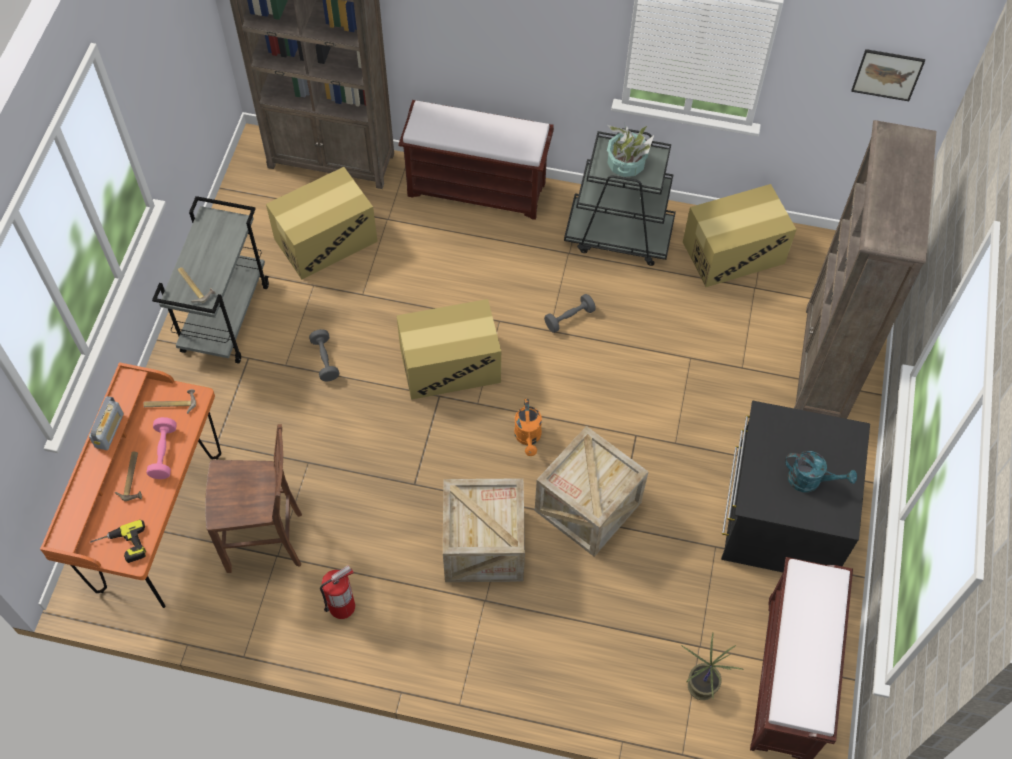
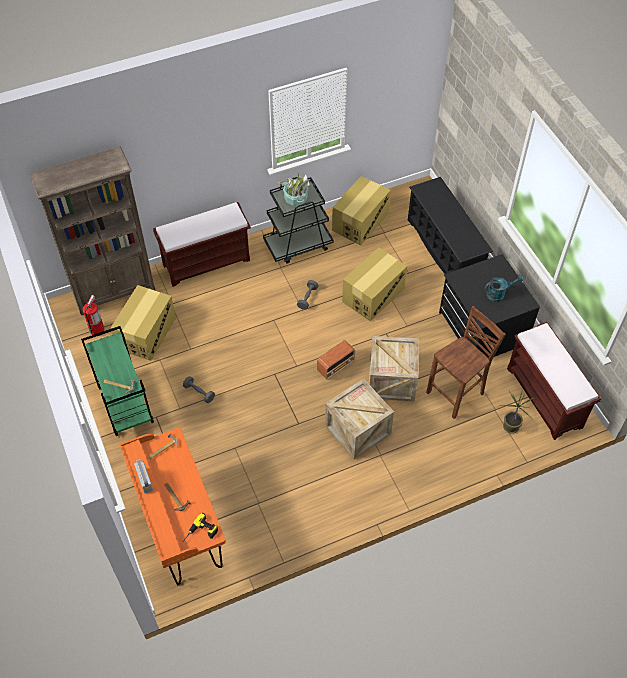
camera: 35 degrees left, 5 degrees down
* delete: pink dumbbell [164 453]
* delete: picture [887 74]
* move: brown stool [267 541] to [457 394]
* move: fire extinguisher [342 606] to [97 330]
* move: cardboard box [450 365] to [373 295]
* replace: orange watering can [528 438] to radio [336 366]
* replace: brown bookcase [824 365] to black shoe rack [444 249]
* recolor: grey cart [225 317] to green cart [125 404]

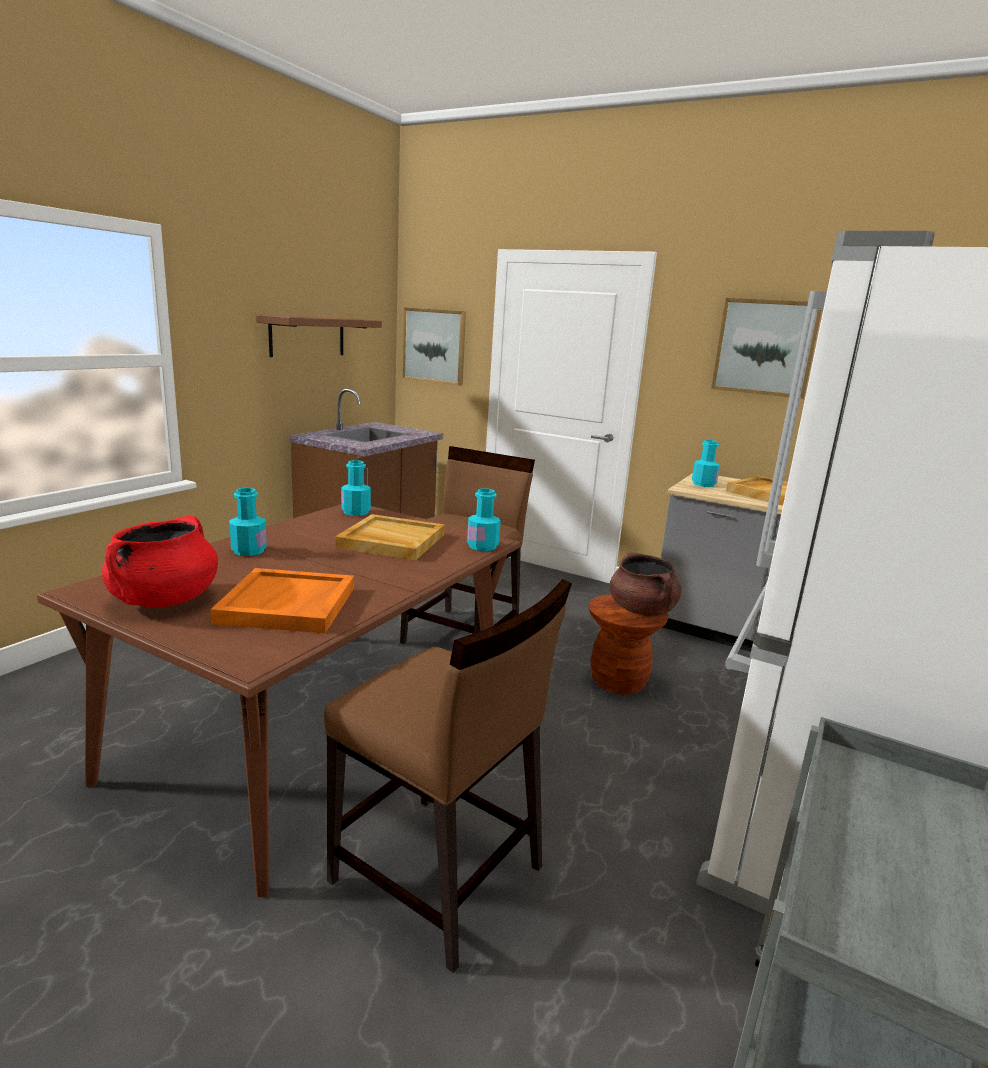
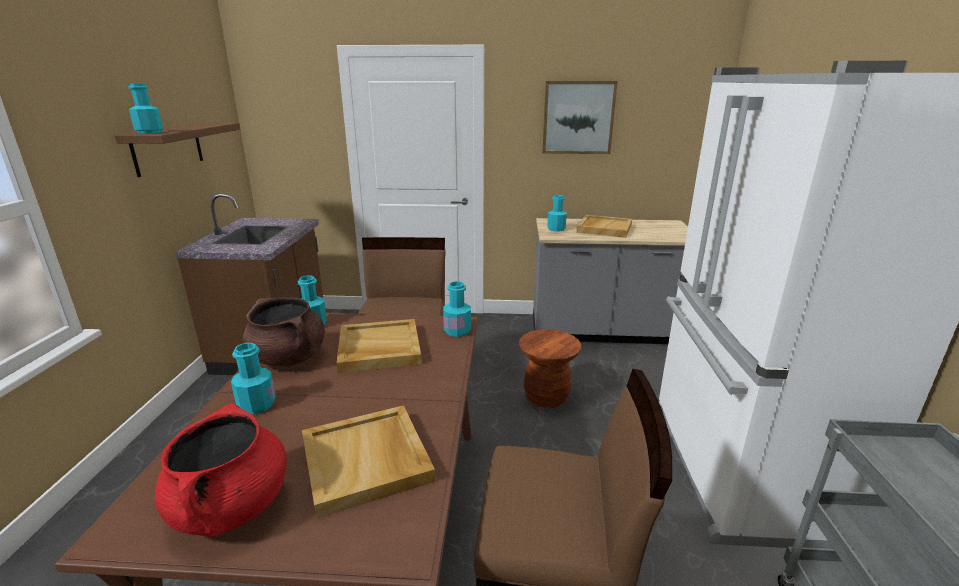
camera: 25 degrees left, 5 degrees up
* delete: picture [434 346]
* insert: turquoise bottle [149 132]
* move: brown cooking pot [642 610] to [289 358]
* recolor: orange tray [288 605] to beige tray [367 461]

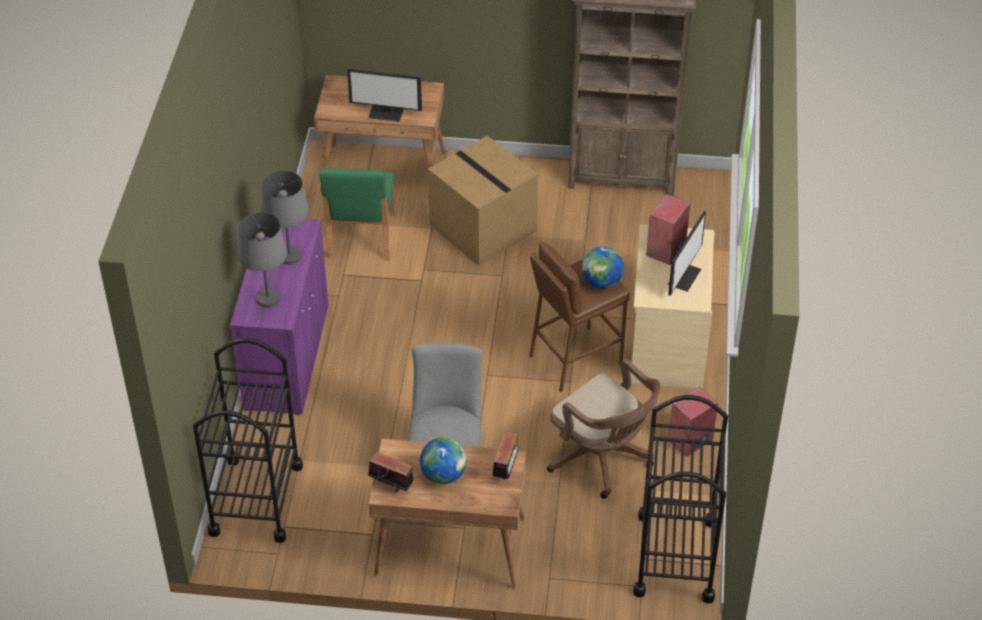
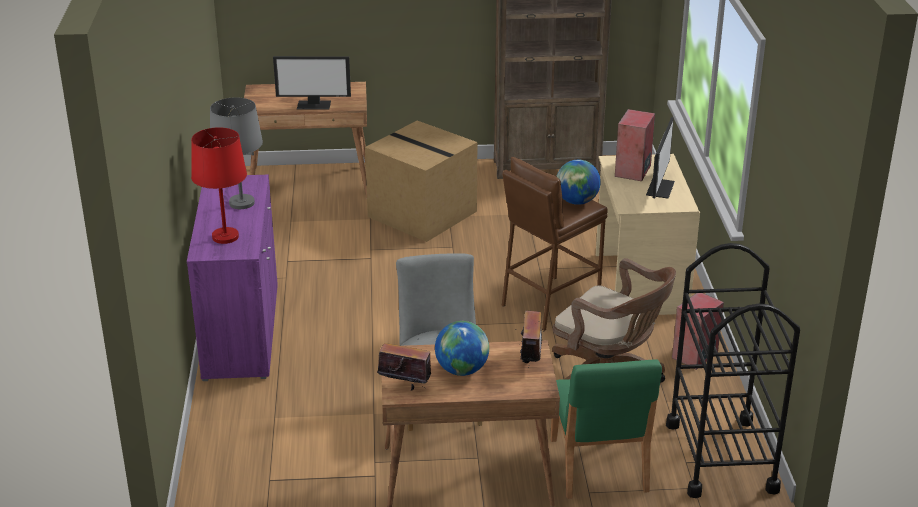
camera: 10 degrees left, 15 degrees down
* delete: black cart [256 499]
* move: green chair [361 236] to [598 466]
* recolor: grey table lamp [268 298] to red table lamp [226 237]

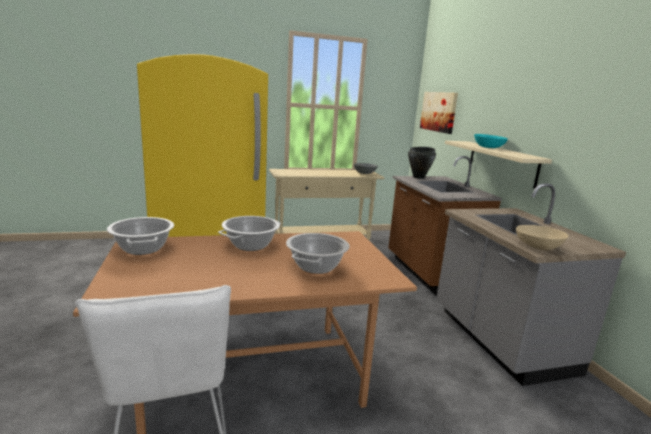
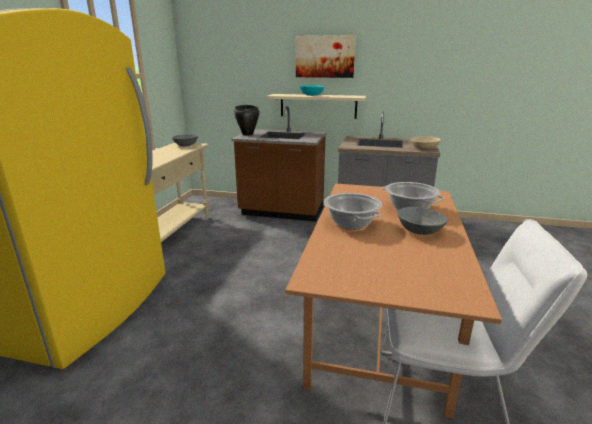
camera: 60 degrees left, 5 degrees up
* delete: cooking pot [142 248]
* insert: grey bowl [419 231]
* move: picture [439 111] to [325 57]

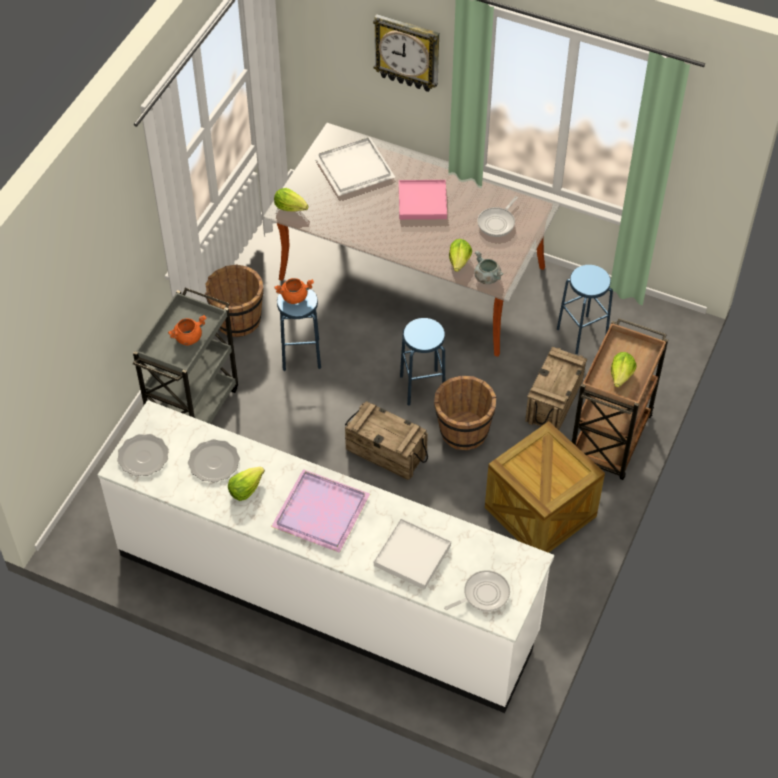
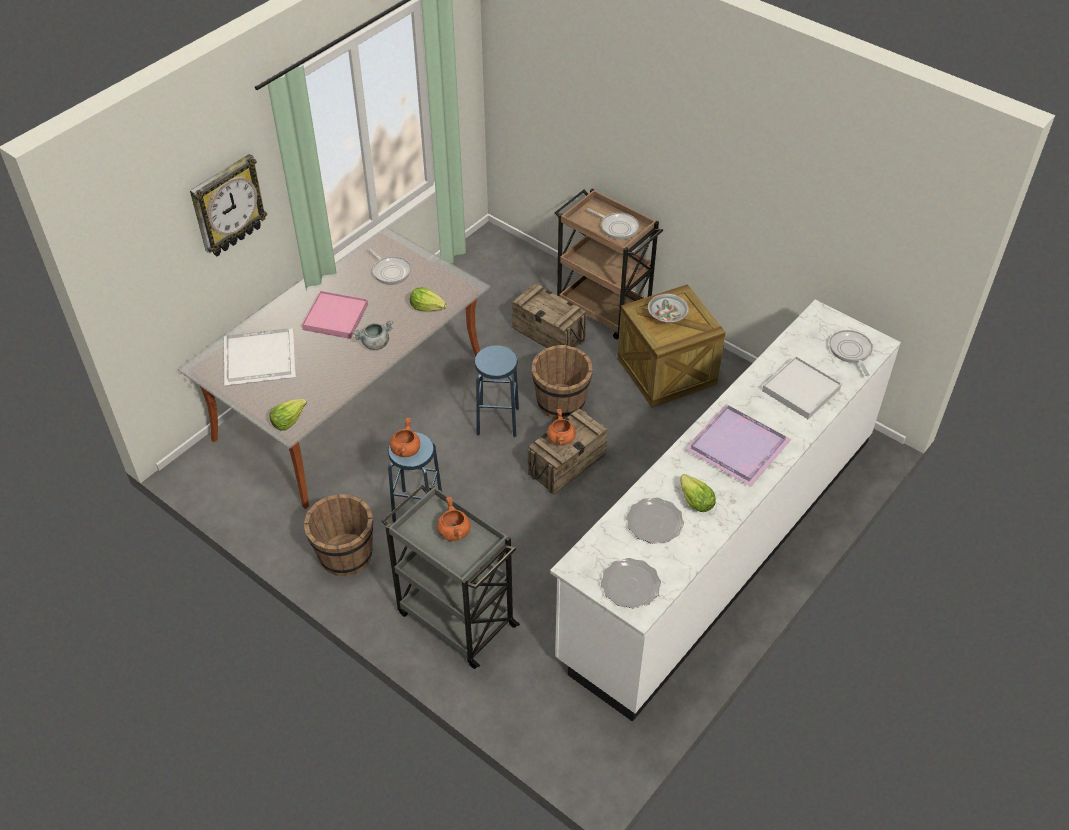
camera: 75 degrees left, 5 degrees down
* delete: blue stool [582 334]
* insert: orange cooking pot [561 439]
* insert: bowl [667 316]
* move: grey cooking pot [487 277] to [375 344]
* replace: lettuce [621 375] to frying pan [617 227]

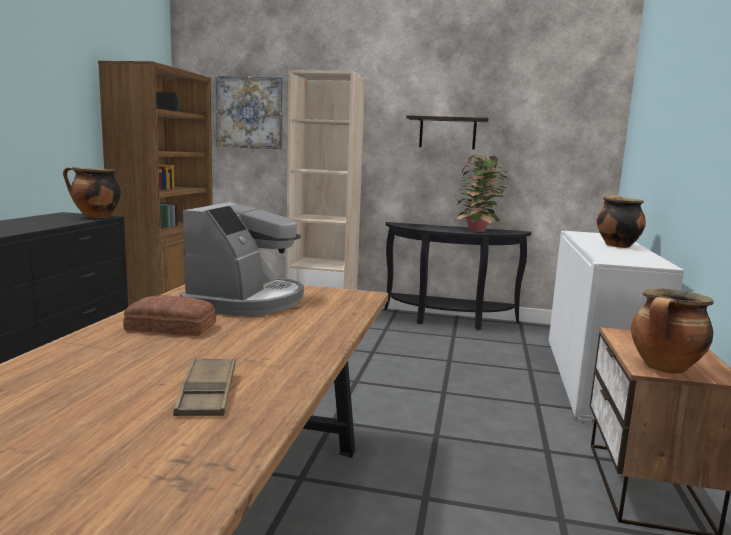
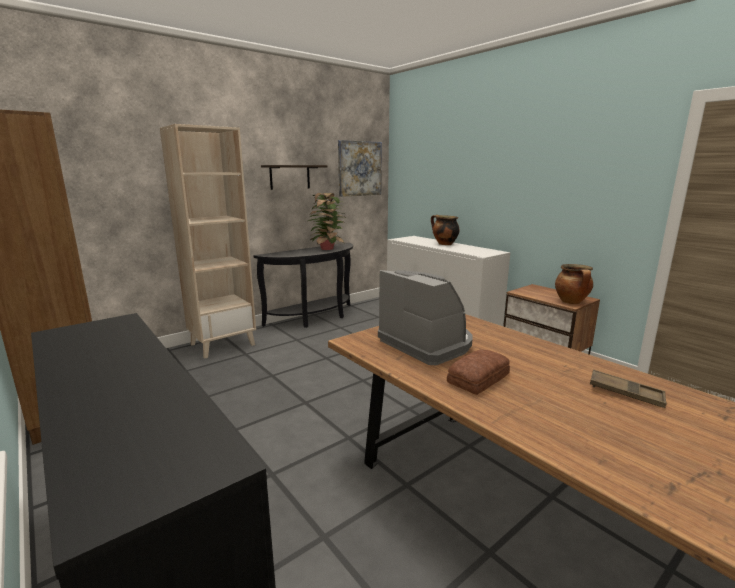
camera: 50 degrees left, 5 degrees up
* delete: cooking pot [95 217]
* move: picture [250 112] to [359 168]

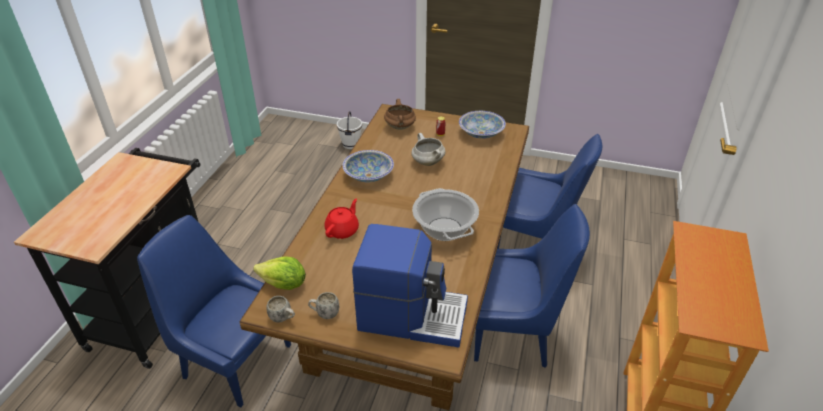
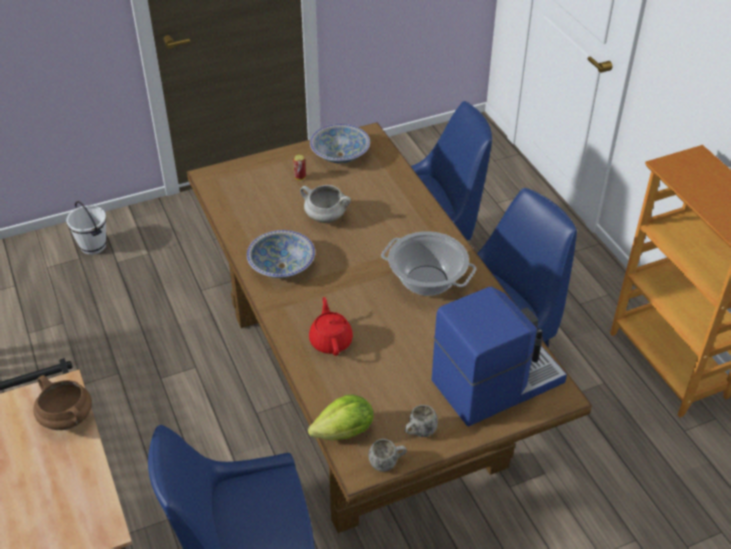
camera: 40 degrees left, 5 degrees up
* move: brown cooking pot [400 127] to [68 419]

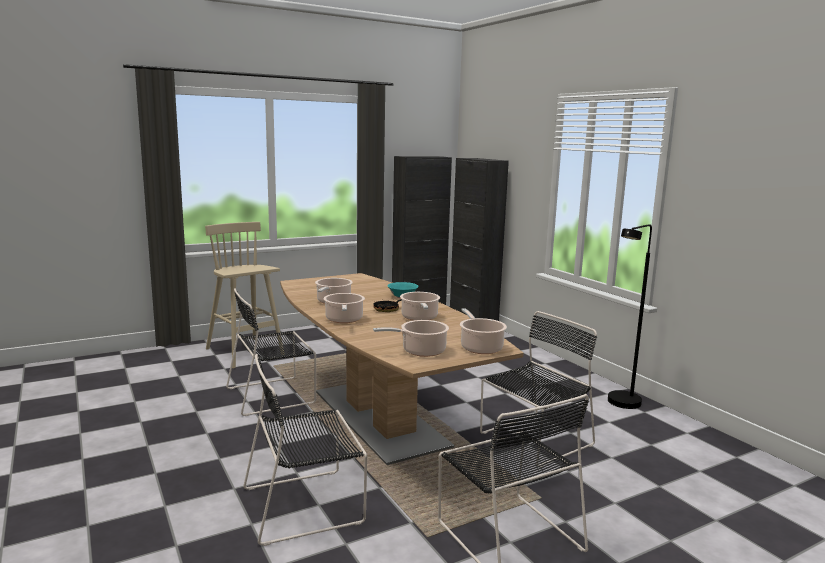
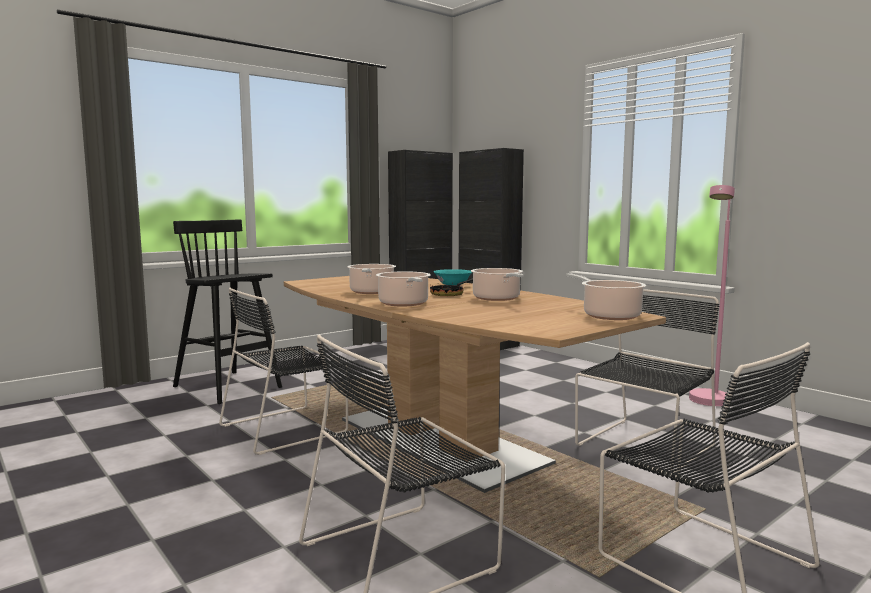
camera: 10 degrees left, 5 degrees down
* delete: cooking pot [420 351]
* recolor: beige stool [245 353] to black stool [228 387]
* recolor: black floor lamp [621 405] to pink floor lamp [709 403]

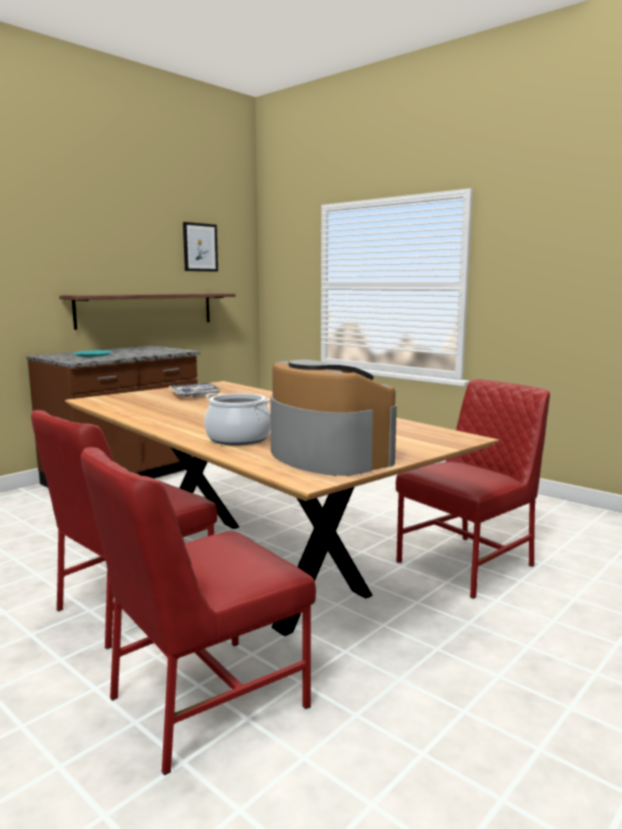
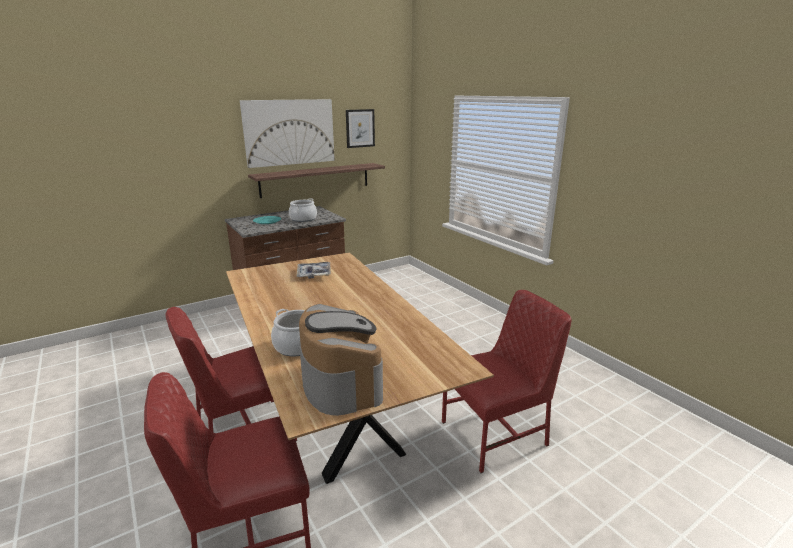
camera: 15 degrees right, 10 degrees up
* insert: picture [289 132]
* insert: cooking pot [303 219]

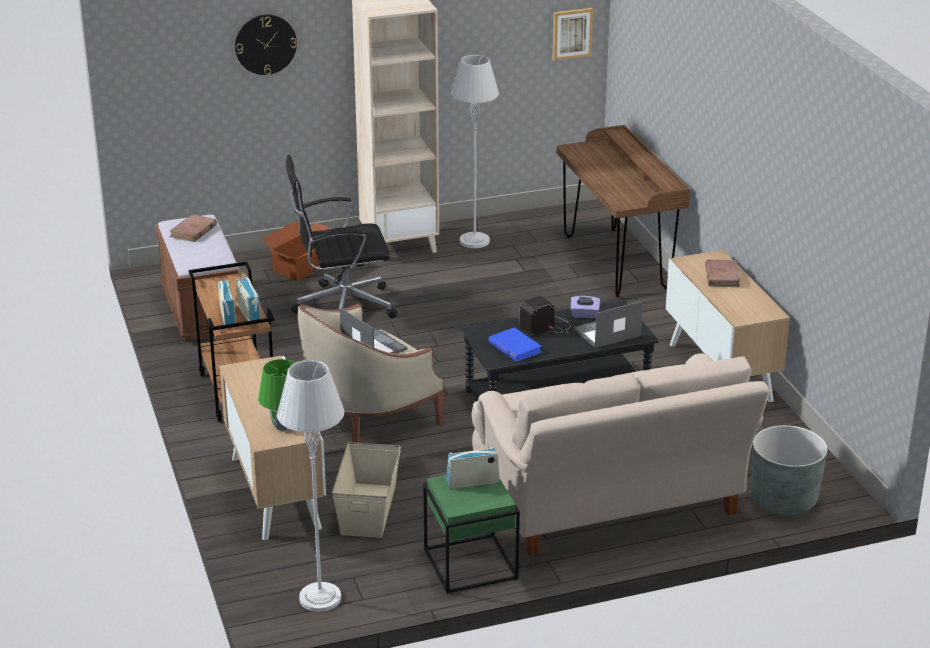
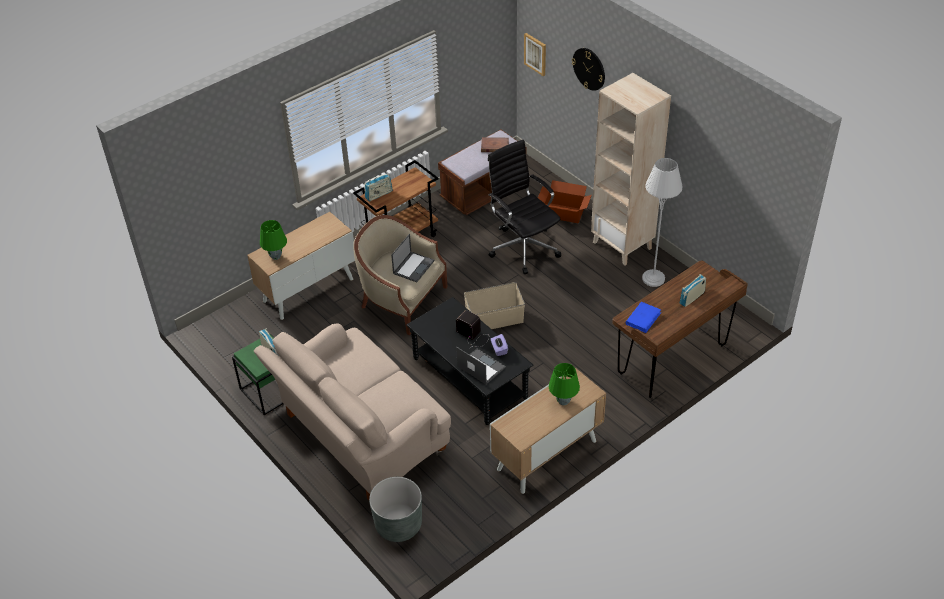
camera: 70 degrees right, 15 degrees up
* delete: grey floor lamp [320 598]
* move: radio [249 314] to [692 298]
* move: beige storage box [369 509] to [495 319]
* move: blue book [514 347] to [643 318]
* move: picture [572 33] to [535 54]
* replace: brown book [722 276] to green table lamp [563 401]

